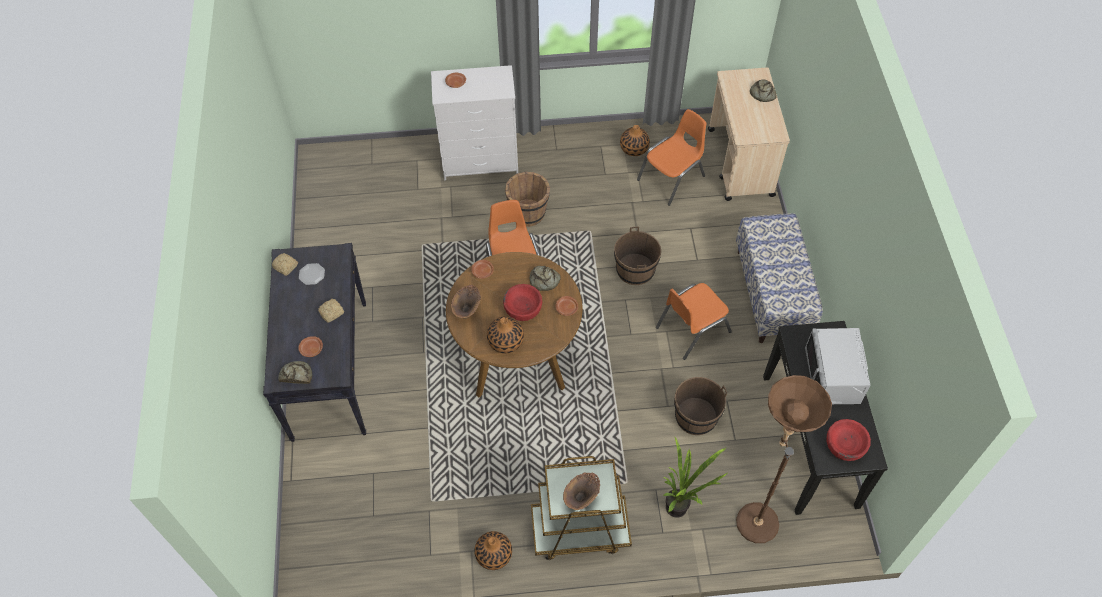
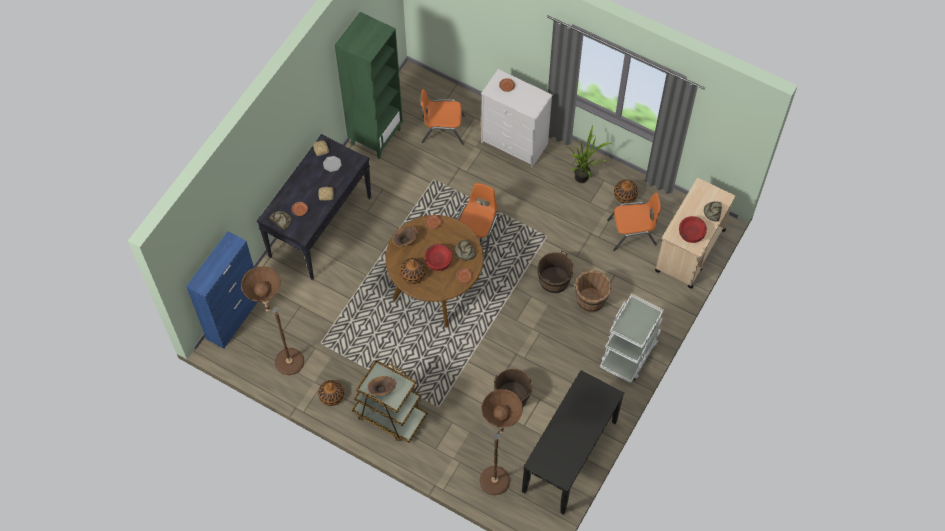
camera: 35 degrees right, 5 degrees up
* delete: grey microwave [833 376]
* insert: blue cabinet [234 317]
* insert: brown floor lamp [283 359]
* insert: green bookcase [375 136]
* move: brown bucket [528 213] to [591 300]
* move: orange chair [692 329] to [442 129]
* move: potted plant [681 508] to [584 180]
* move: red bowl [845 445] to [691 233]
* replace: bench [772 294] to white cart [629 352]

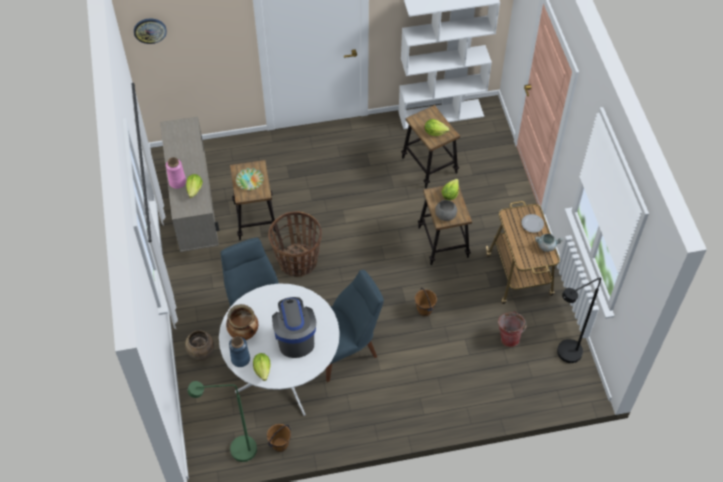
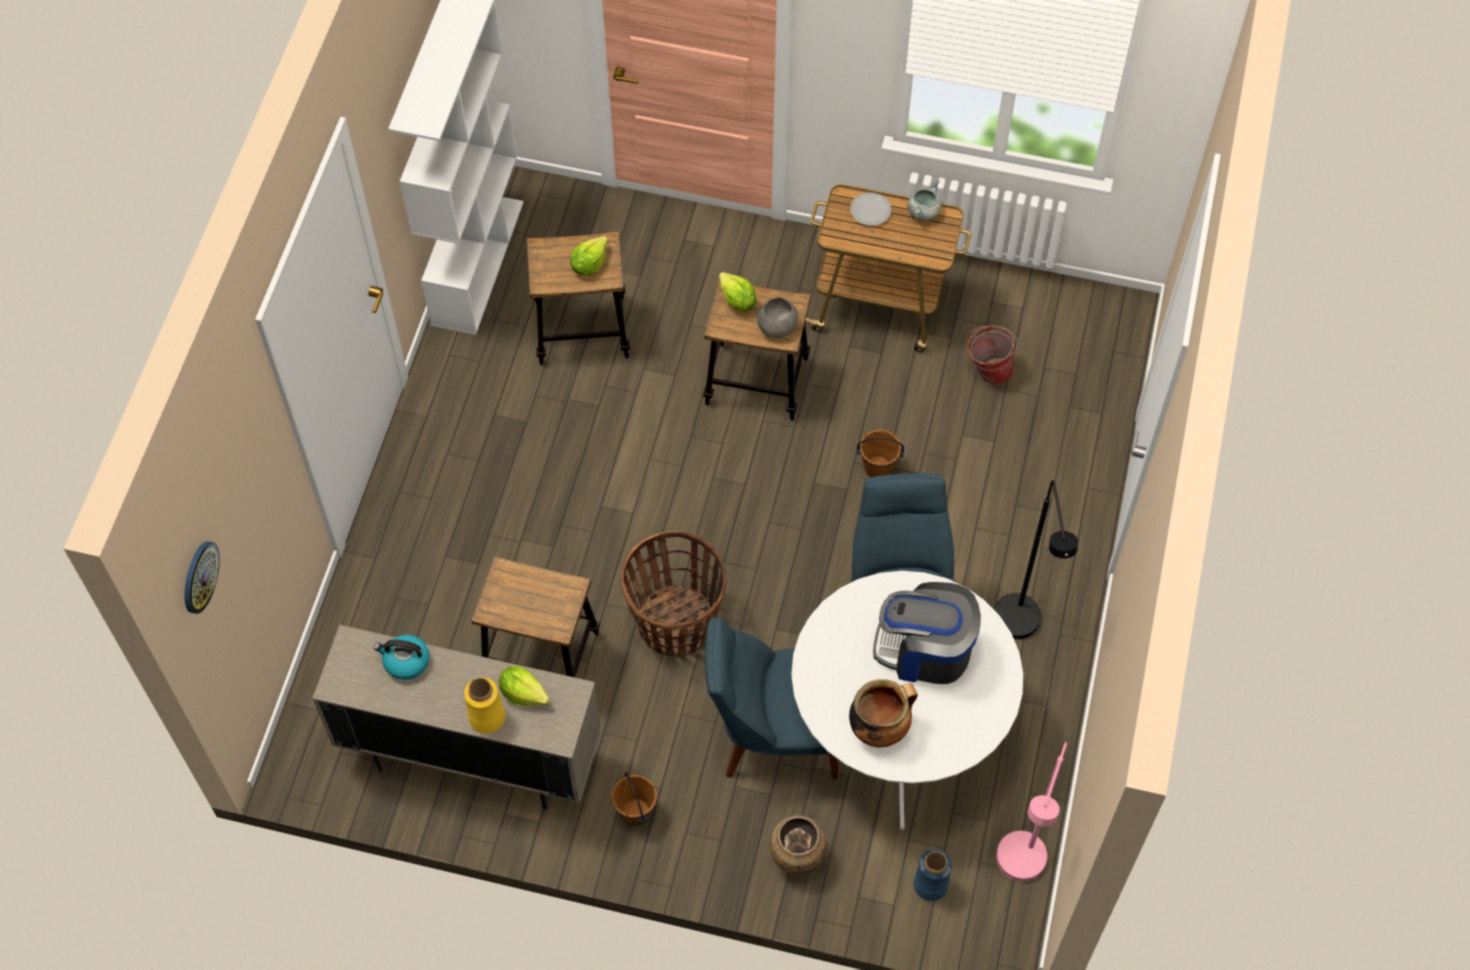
camera: 65 degrees left, 5 degrees up
* delete: plate [249 180]
* delete: lettuce [262 369]
* insert: kettle [405 662]
* move: blue vase [240 359] to [930 884]
* move: brown bucket [280 444] to [635 812]
* move: black floor lamp [564 356] to [1020 630]
* recolor: pink vase [177 182] to yellow vase [487 717]
* recolor: green floor lamp [235 451] to pink floor lamp [1018 871]

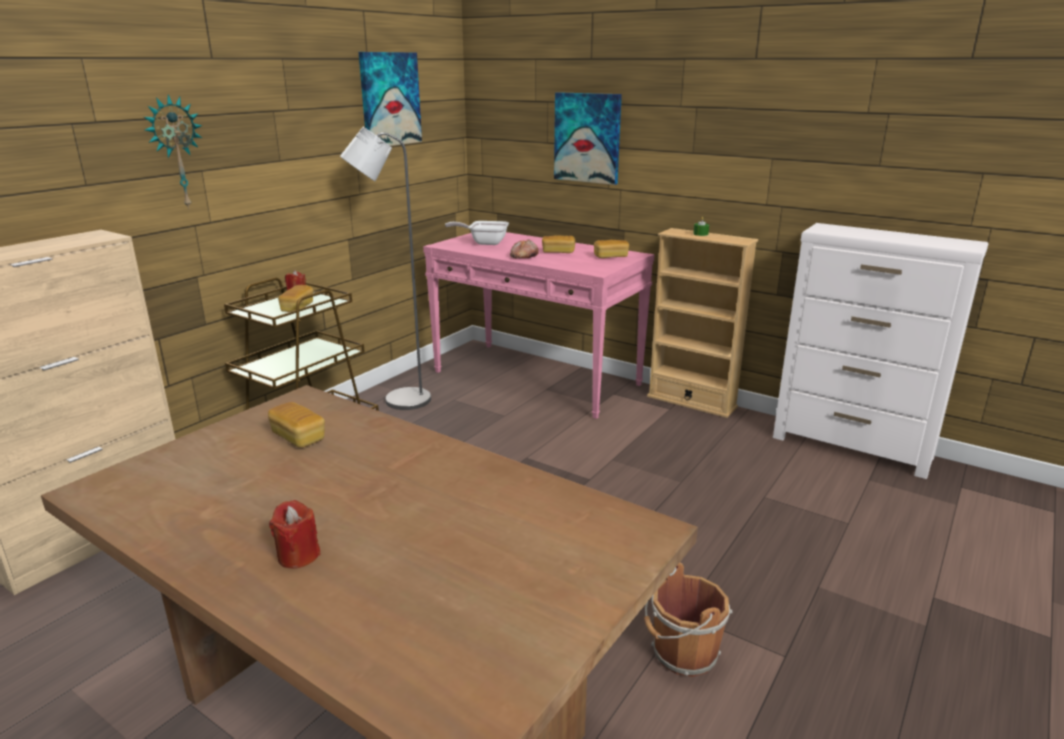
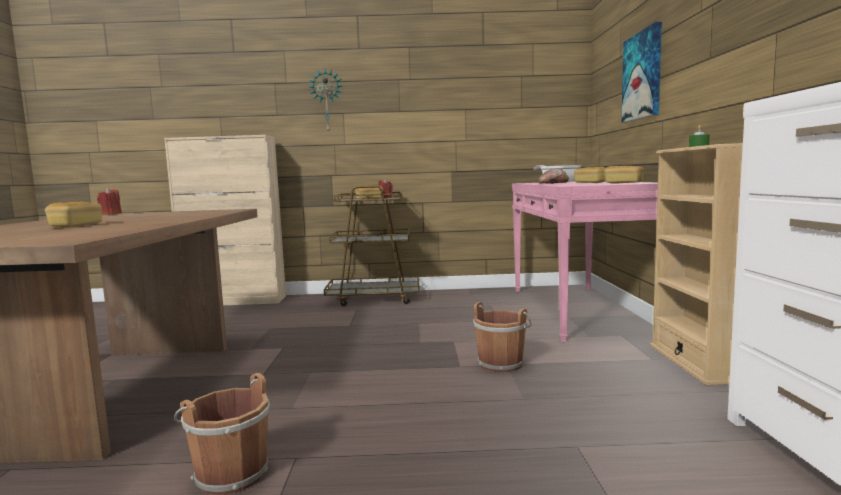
camera: 55 degrees right, 15 degrees down
* delete: grey floor lamp [399 401]
* delete: picture [389 99]
* insert: brown bucket [501 363]
* move: bread [298 437] to [76 226]
* move: red candle [298 556] to [110 214]

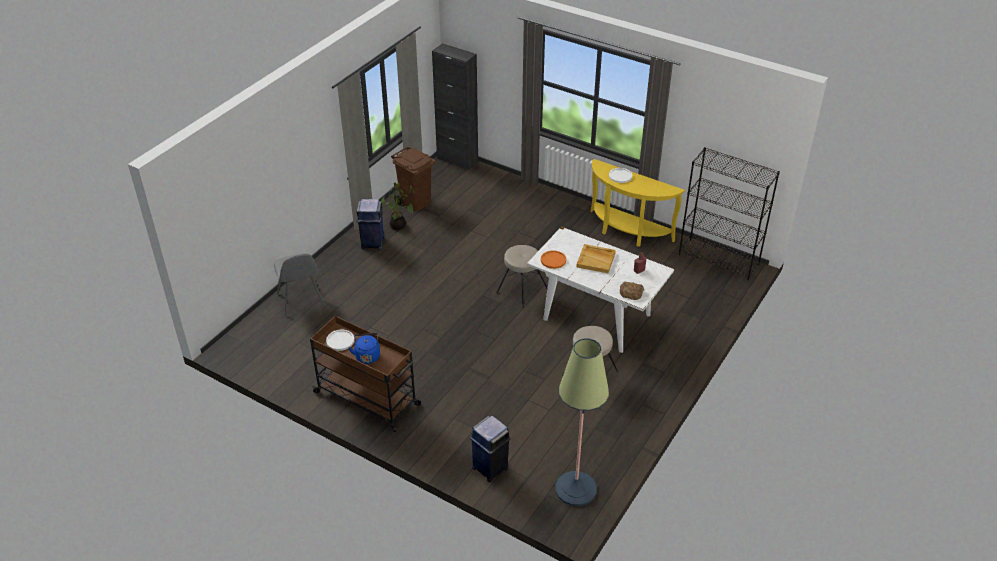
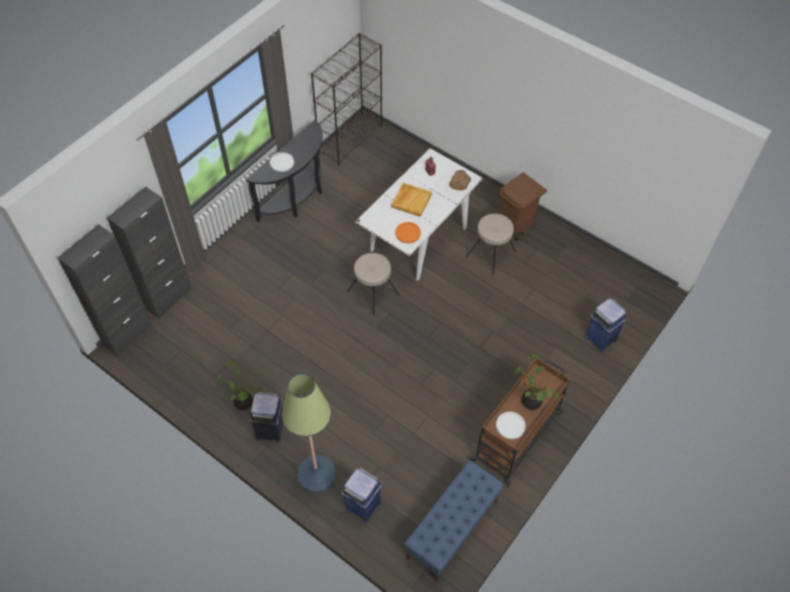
camera: 85 degrees left, 15 degrees up
* insert: black cabinet [168 298]
* insert: blue bench [452 529]
* move: brown trash can [415 202] to [516 225]
* move: floor lamp [576 489] to [316 473]
* replace: grey chair [301 301] to blue trash can [362 506]
* replace: blue kettle [367 355] to potted plant [532 400]
* recolor: yellow console table [626 232] to black console table [297 198]

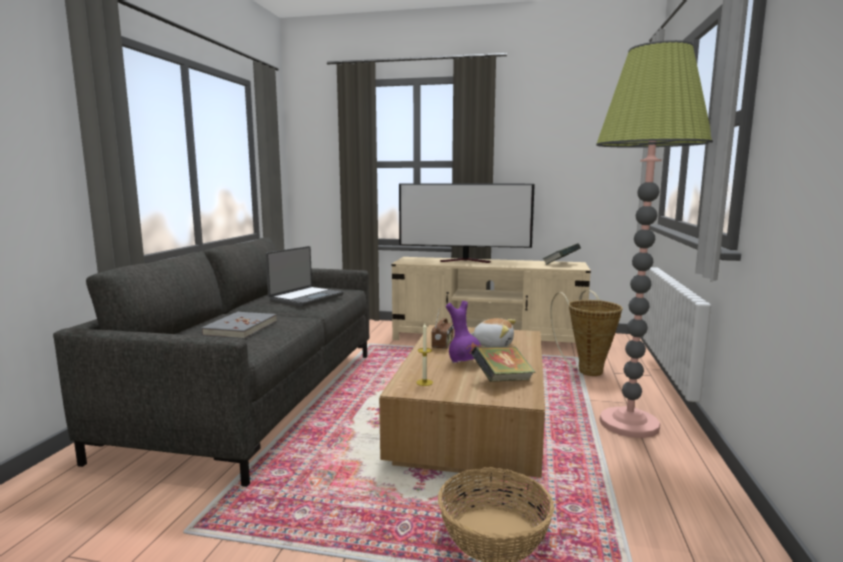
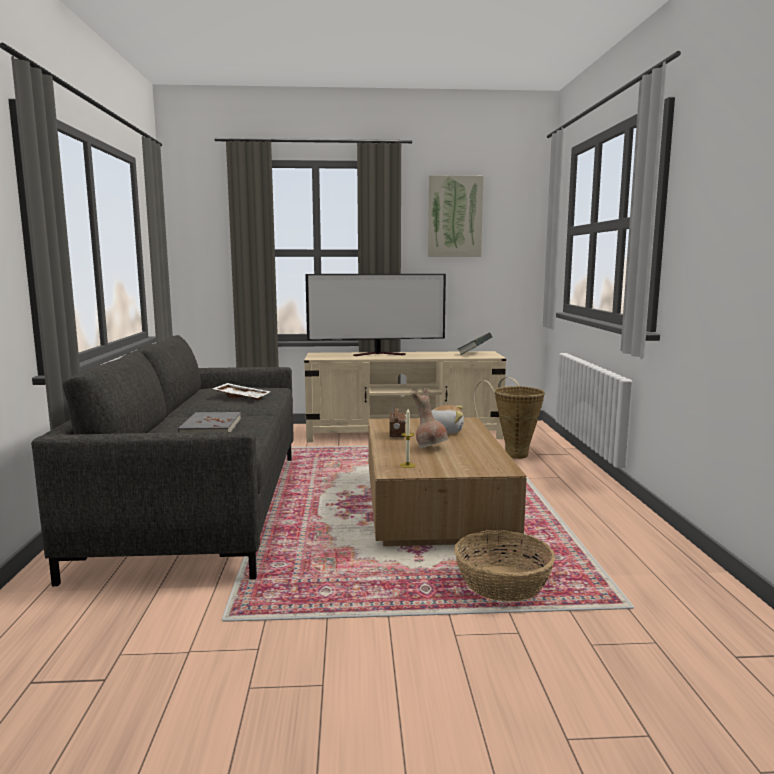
camera: 15 degrees left, 0 degrees up
* delete: book [502 380]
* delete: floor lamp [629 424]
* insert: picture [454 216]
* replace: laptop [305 298] to white tray [242 397]
* recolor: purple vase [465 363] to brown vase [430 447]

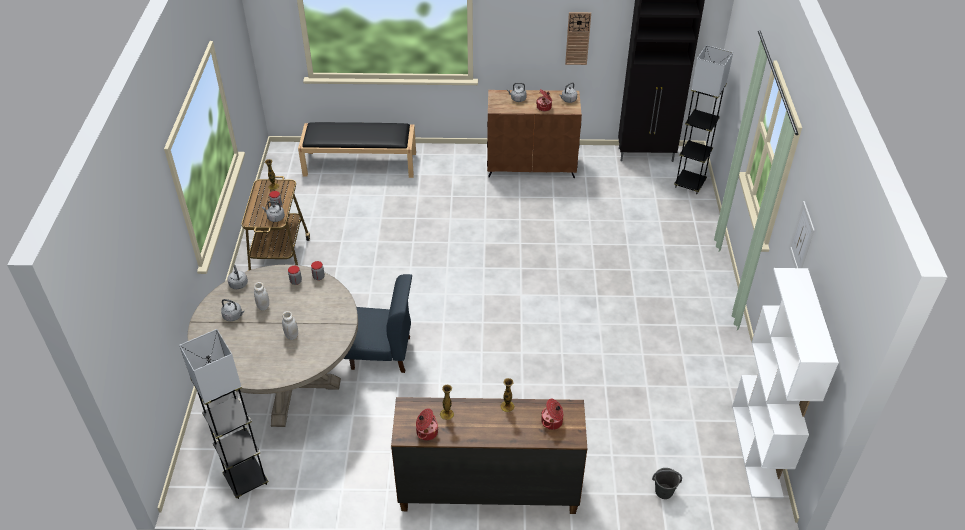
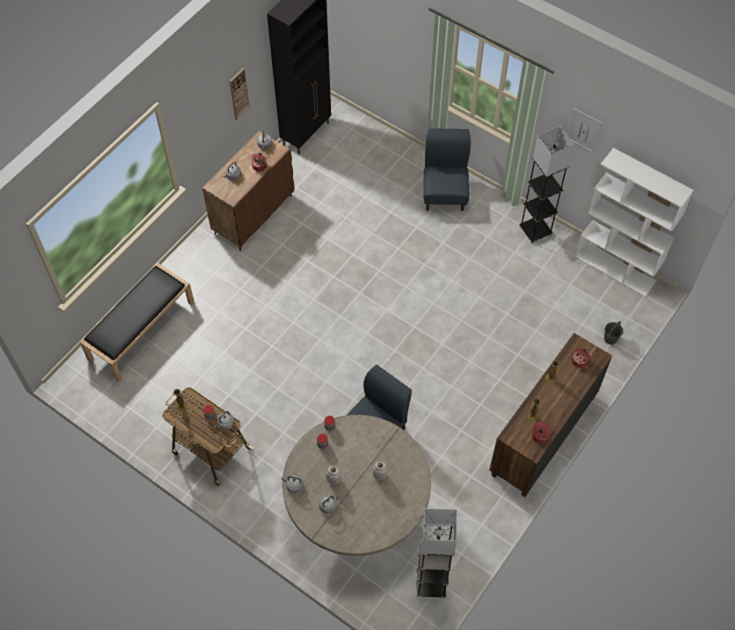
camera: 55 degrees left, 15 degrees up
* insert: blue chair [444 193]
* move: grey floor lamp [689 184] to [535 231]

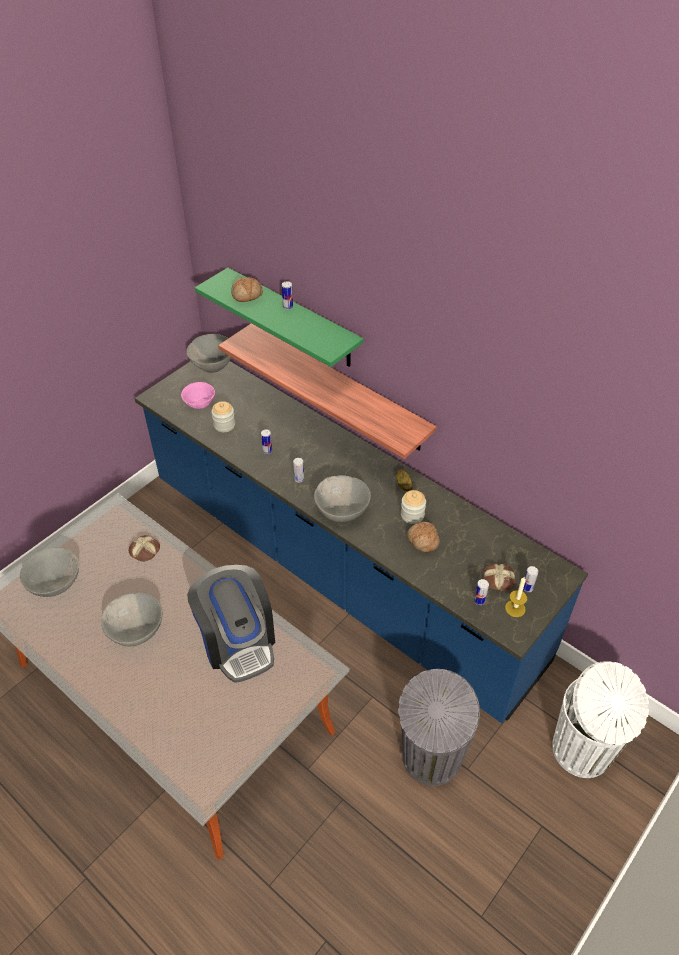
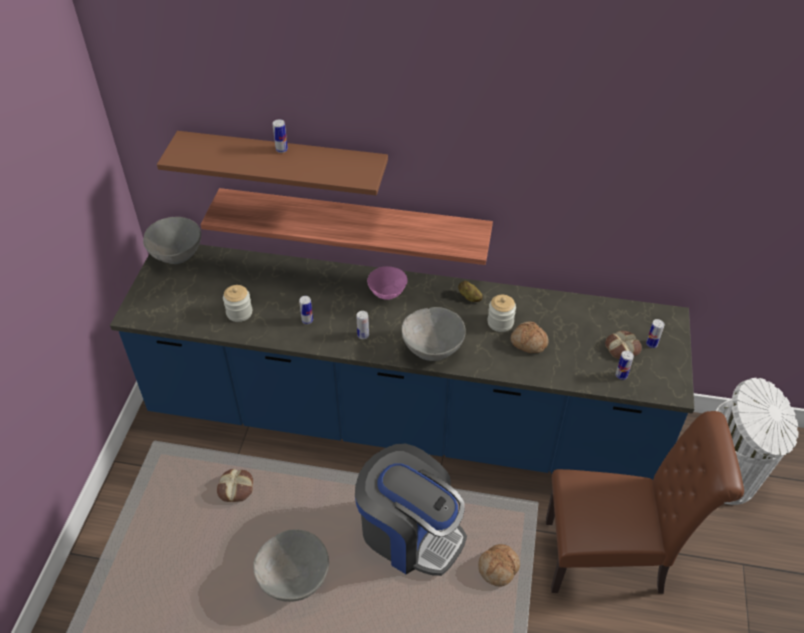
camera: 30 degrees left, 0 degrees up
* delete: grey bowl [56 586]
* delete: candle [515 608]
* move: pink bowl [199 405] to [387 294]
* move: bread [247 295] to [499 568]
* replace: grey trash can [430 759] to brown chair [612 557]
* recolor: green shelf [293 318] to brown shelf [283 162]

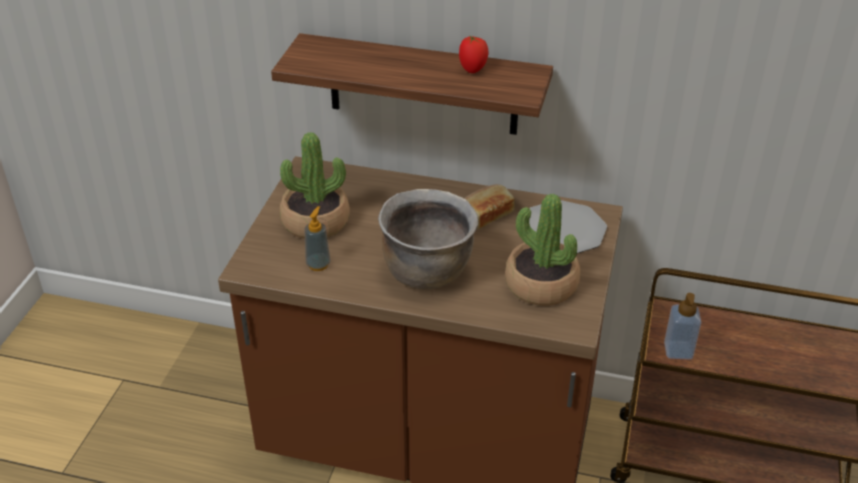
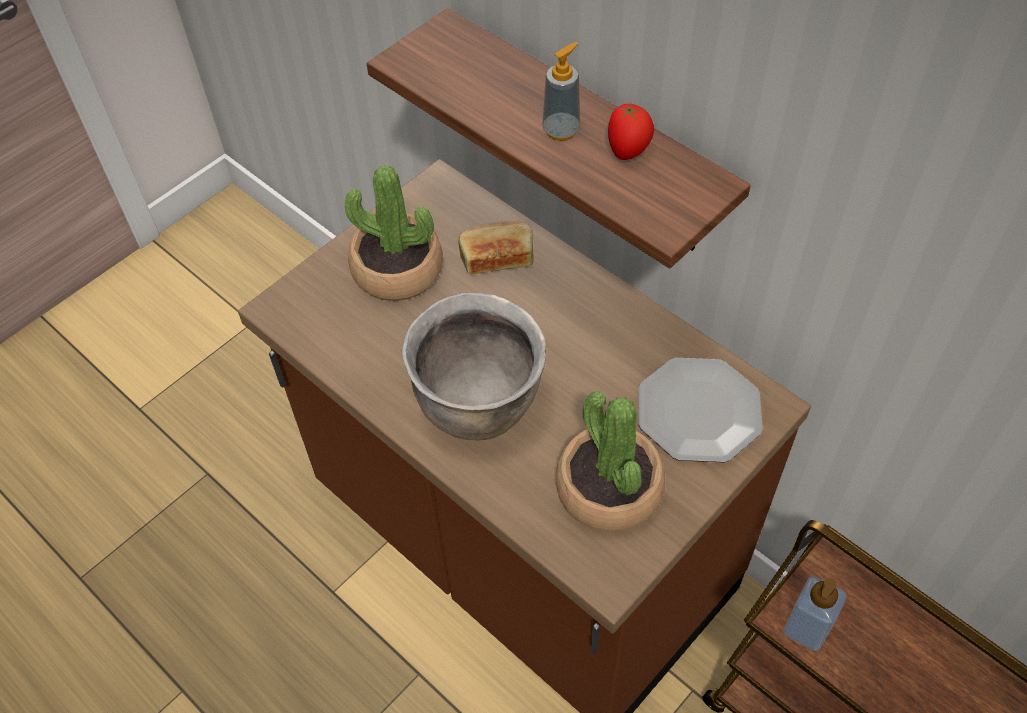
camera: 30 degrees right, 15 degrees up
* move: soap dispenser [318 264] to [561 130]
* move: bread [485 215] to [497 257]

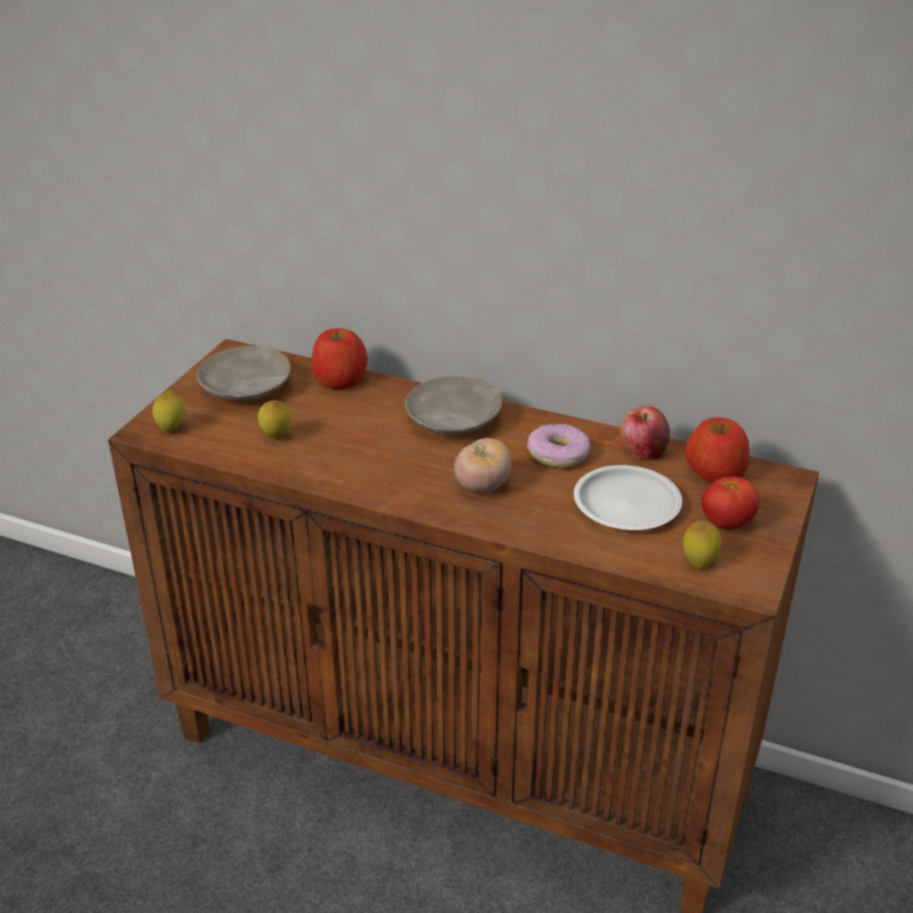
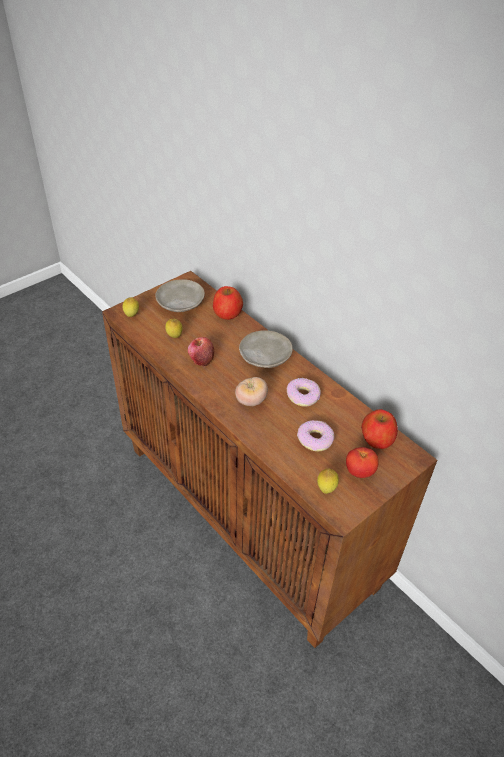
camera: 25 degrees right, 10 degrees up
* move: apple [643 450] to [201 359]
* replace: white plate [626 504] to donut [315 439]

